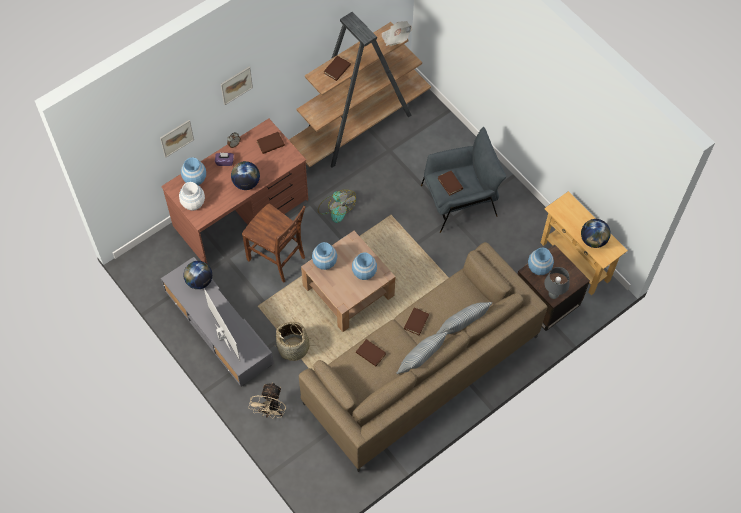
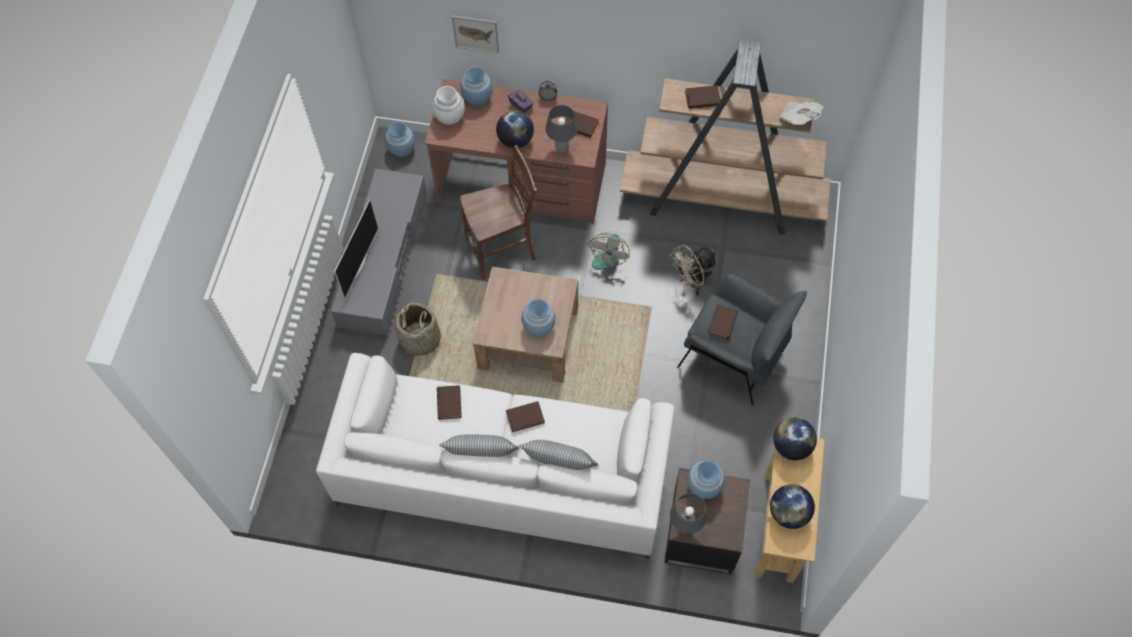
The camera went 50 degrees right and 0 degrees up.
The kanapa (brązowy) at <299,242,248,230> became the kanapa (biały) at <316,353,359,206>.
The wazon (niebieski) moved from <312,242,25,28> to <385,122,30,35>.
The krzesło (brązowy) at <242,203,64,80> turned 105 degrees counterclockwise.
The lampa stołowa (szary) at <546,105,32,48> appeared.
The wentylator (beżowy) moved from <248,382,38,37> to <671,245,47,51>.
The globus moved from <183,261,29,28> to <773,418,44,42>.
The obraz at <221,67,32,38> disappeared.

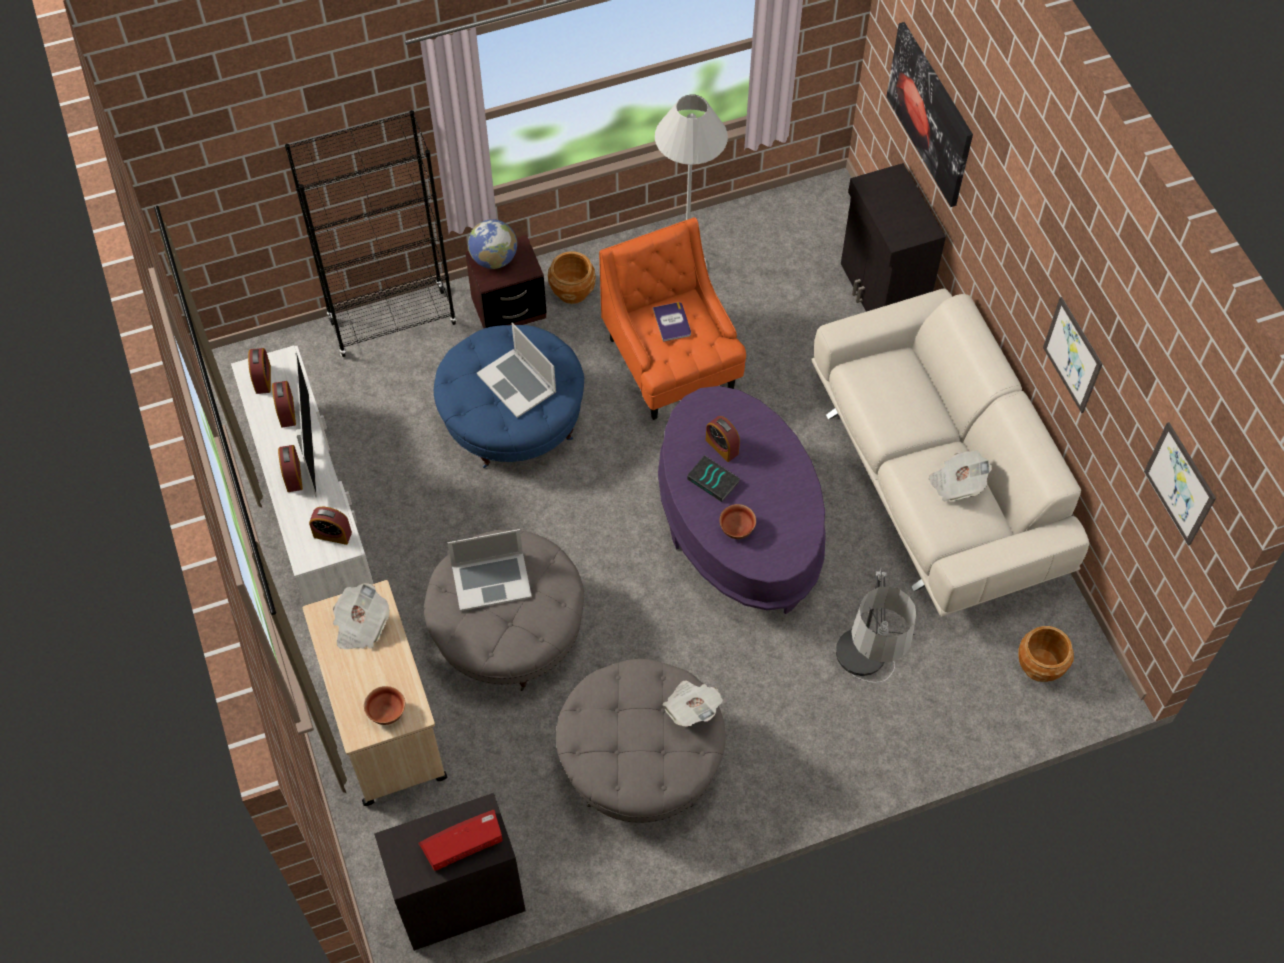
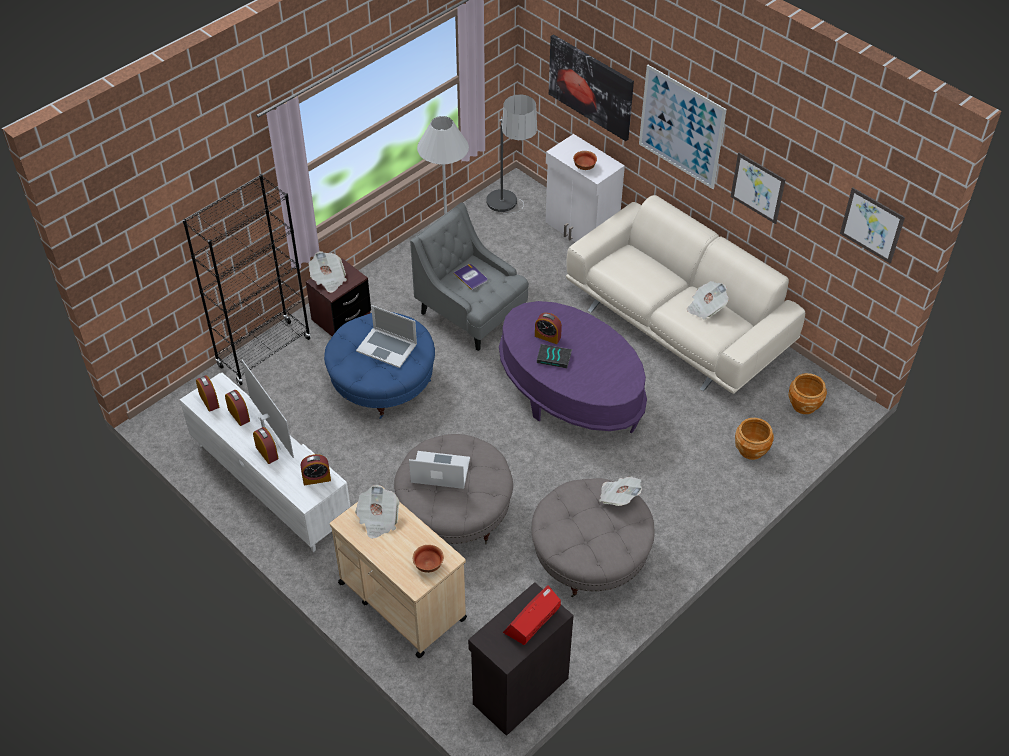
The camera went 25 degrees left and 10 degrees down.
The globus at <468,219,49,50> was replaced by the gazeta at <309,251,38,42>.
The laptop at <447,529,85,82> turned 135 degrees counterclockwise.
The fotel (pomarańczowy) at <599,217,147,203> became the fotel (szary) at <410,202,119,149>.
The lampa stojąca moved from <836,568,80,115> to <487,94,50,120>.
The szafka (czarny) at <841,163,105,149> became the szafka (biały) at <545,134,80,108>.
The miska moved from <720,504,36,35> to <573,151,24,19>.
The obraz at <639,65,88,124> appeared.
The donica (brązowy) moved from <548,251,48,53> to <735,418,39,42>.

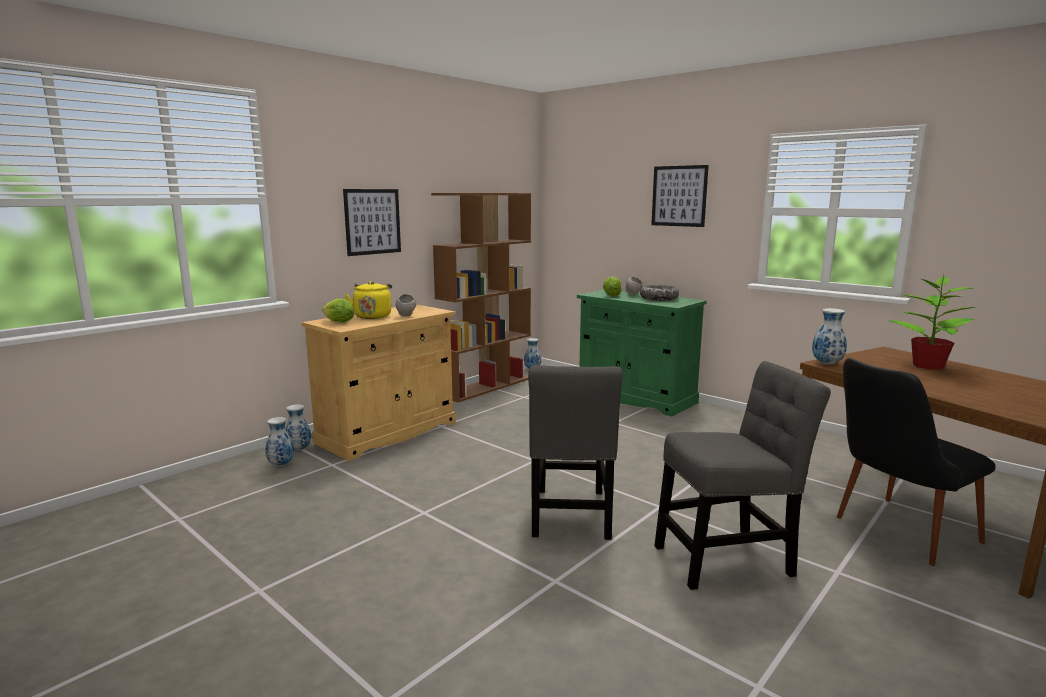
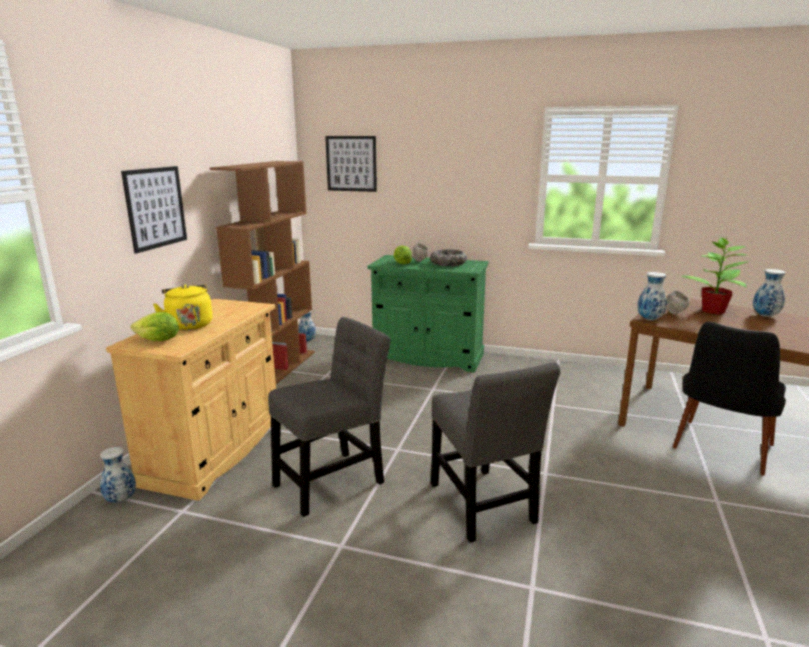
The camera went 25 degrees left and 5 degrees up.
The krzesło (szary) moved from <654,361,177,229> to <268,317,123,200>.
The obraz moved from <651,165,58,62> to <325,136,52,56>.
The miska (szary) moved from <395,294,21,23> to <666,291,24,23>.
The wazon moved from <265,417,29,49> to <753,269,33,48>.

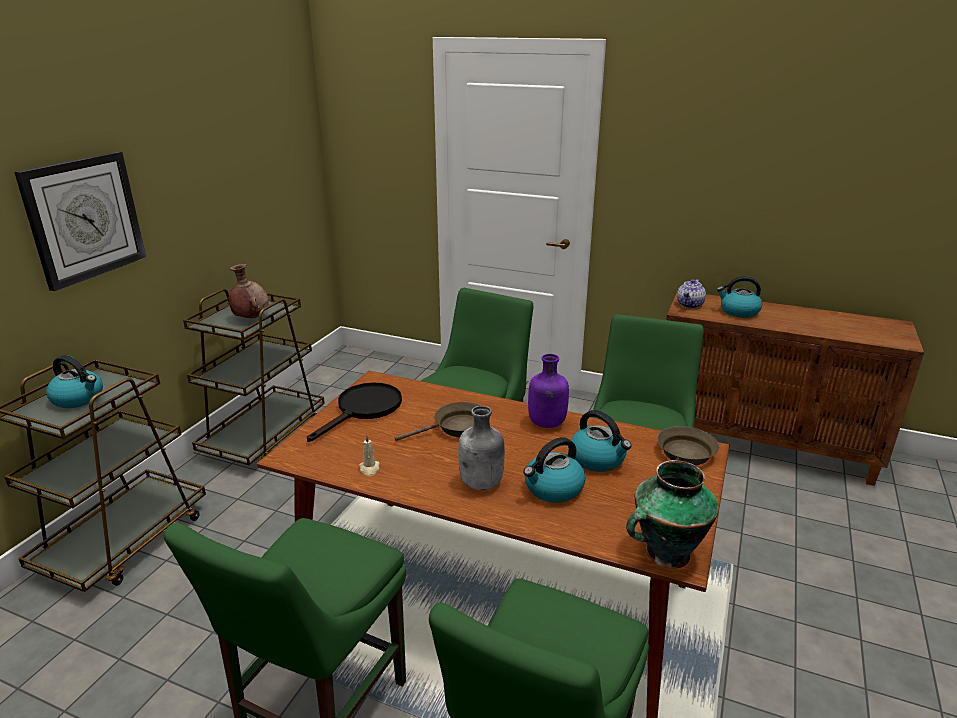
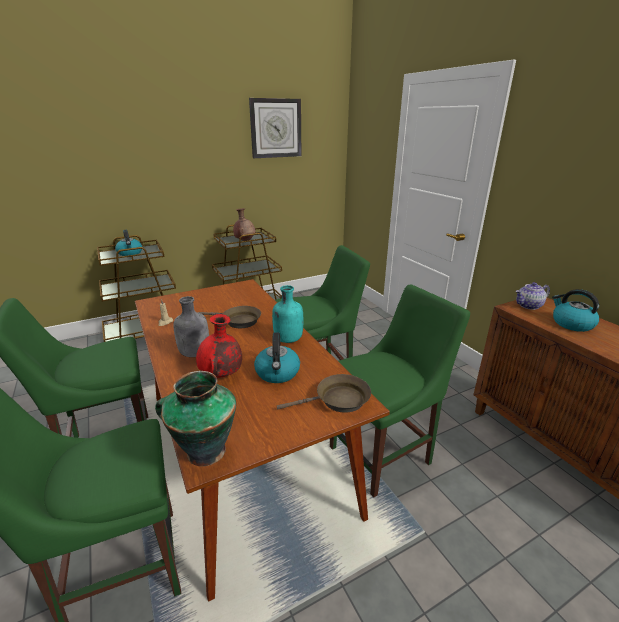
The camera went 40 degrees right and 0 degrees up.
The czajnik at <523,437,62,66> was replaced by the wazon (czerwony) at <196,314,46,64>.
The zegar ścienny moved from <14,151,132,140> to <249,98,52,60>.
The butelka (fioletowy) at <528,354,41,74> became the butelka (turkusowy) at <272,285,31,58>.
The patelnia (czarny) at <307,382,95,60> disappeared.

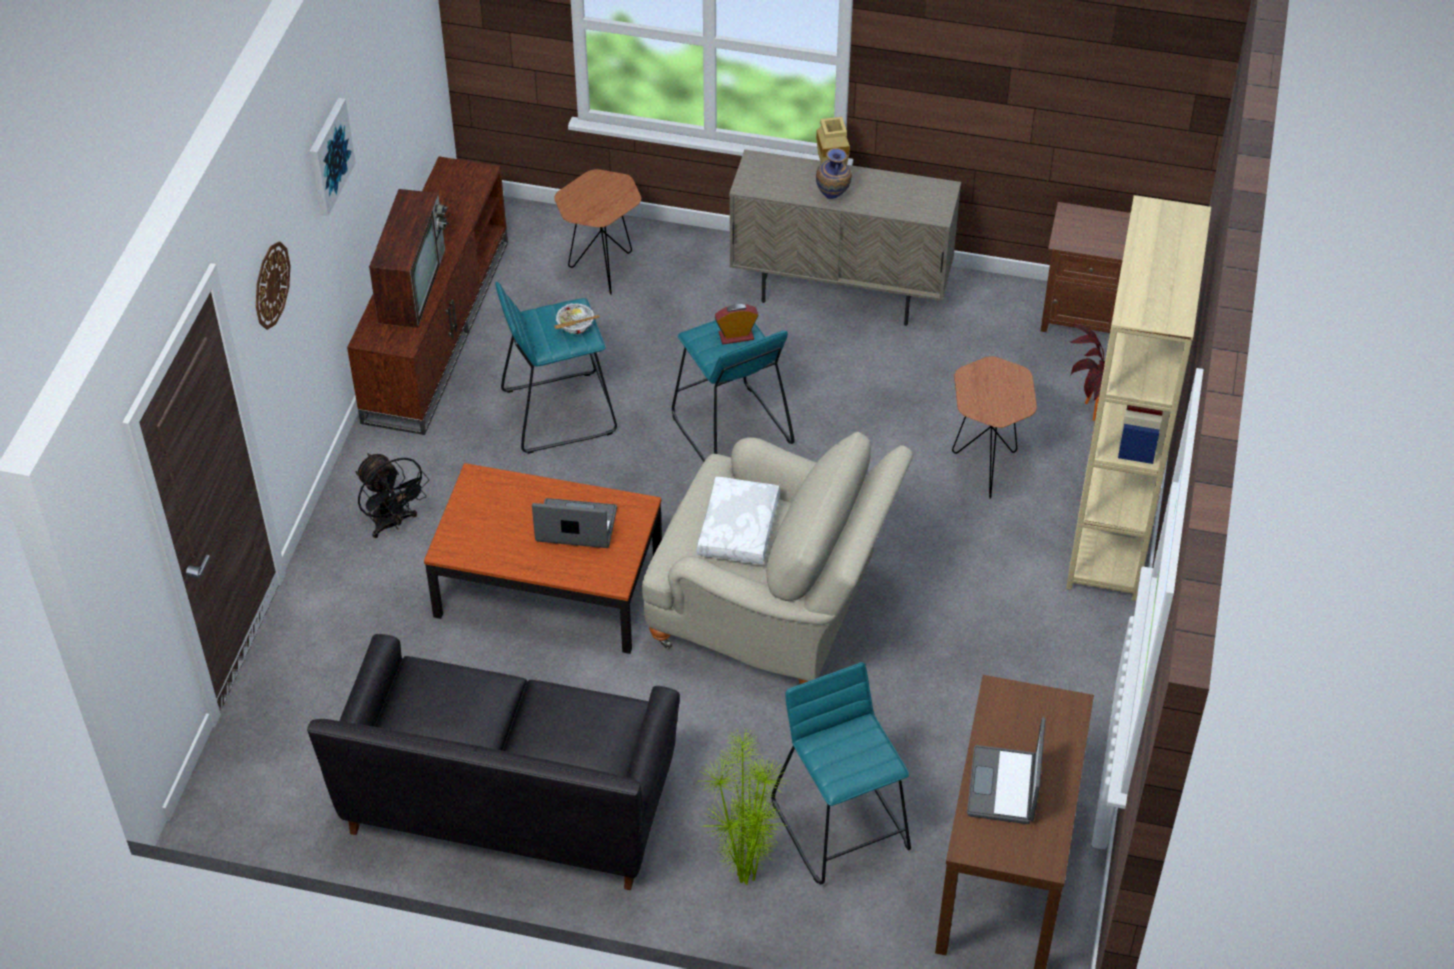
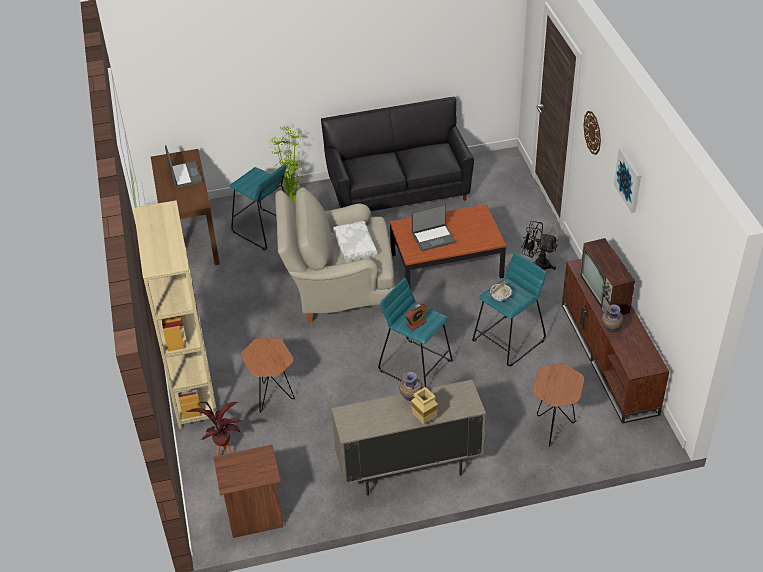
The camera went 155 degrees right and 5 degrees down.
The wazon at <602,305,22,27> appeared.

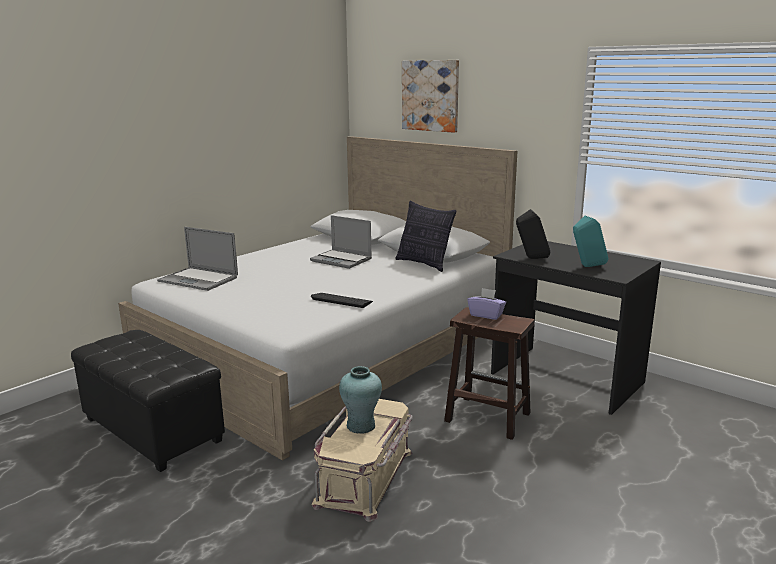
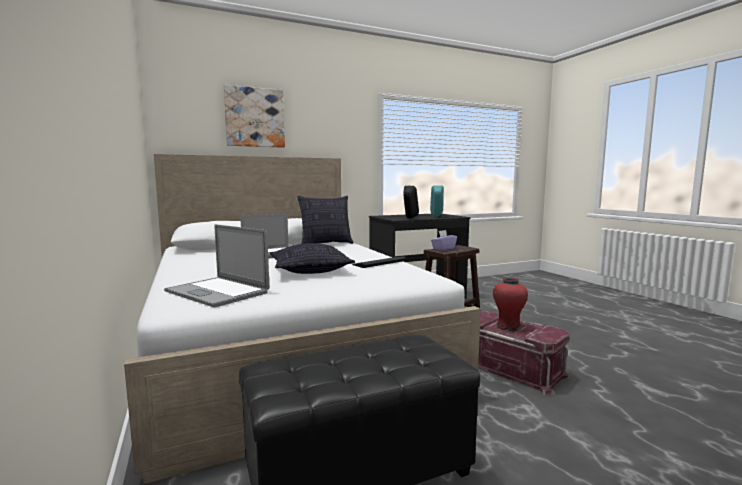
The camera went 65 degrees left and 10 degrees down.
The laptop at <157,227,81,64> turned 75 degrees clockwise.
The poduszka at <270,243,85,31> appeared.
The pojemnik do przechowywania (beżowy) at <312,399,101,123> became the pojemnik do przechowywania (czerwony) at <478,311,92,85>.
The wazon (turkusowy) at <339,366,43,68> became the wazon (czerwony) at <493,277,35,54>.

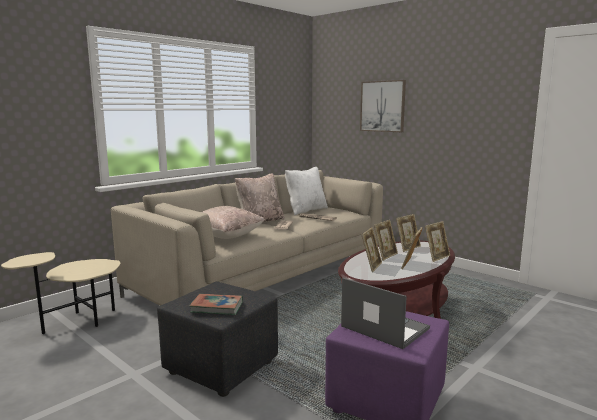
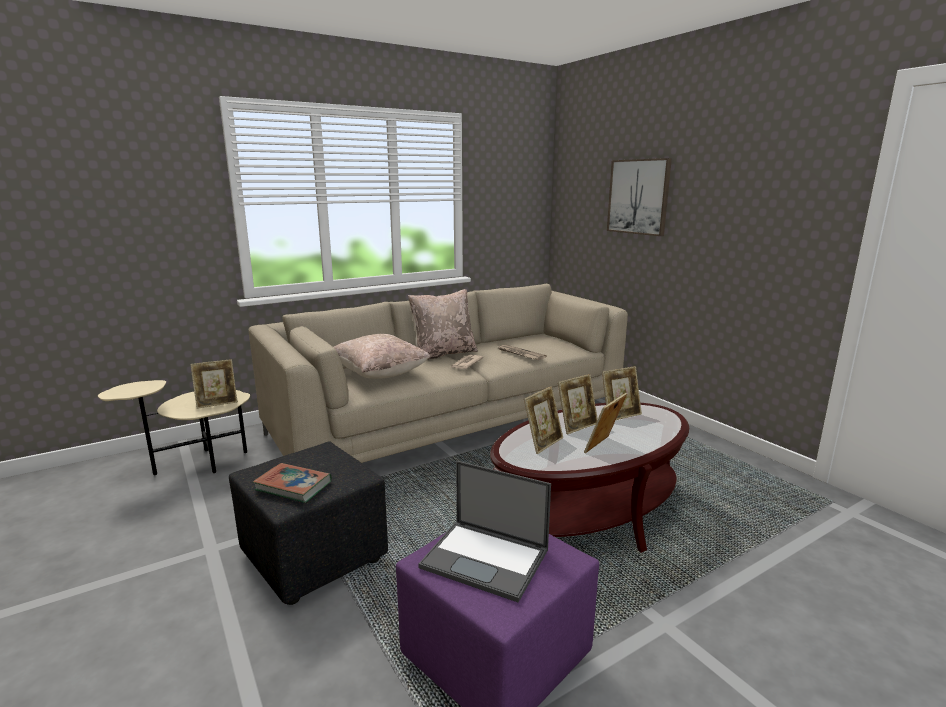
The camera went 15 degrees right and 5 degrees up.
The ramka na zdjęcie moved from <425,221,25,41> to <191,359,47,50>.
The laptop at <341,278,89,71> turned 150 degrees clockwise.
The poduszka (biały) at <285,167,43,48> disappeared.

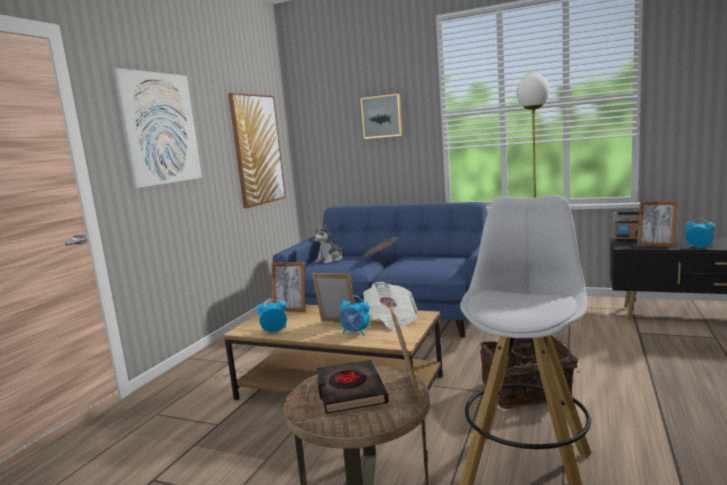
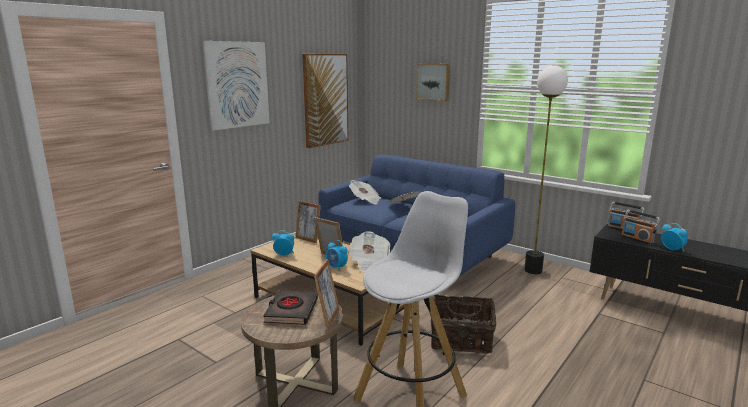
The camera went 15 degrees right and 5 degrees up.
The pluszak at <313,224,29,40> was replaced by the gazeta at <349,180,32,24>.
The ramka na zdjęcie at <637,201,41,46> was replaced by the radio at <621,210,39,35>.

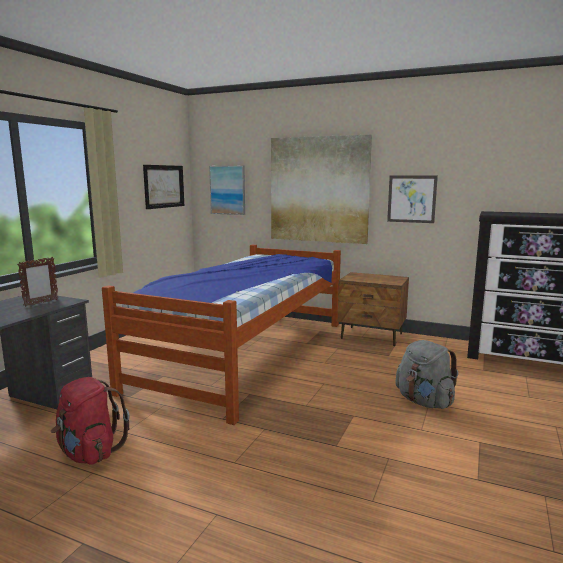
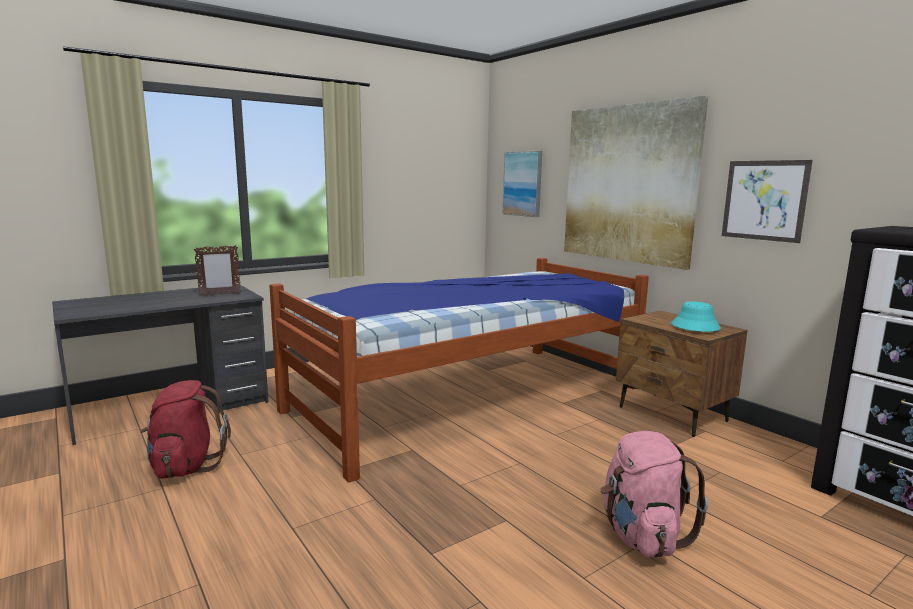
The camera went 30 degrees right and 0 degrees up.
The plecak (szary) at <395,340,63,69> became the plecak (różowy) at <600,431,108,127>.
The kapelusz (turkusowy) at <671,302,50,30> appeared.
The obraz at <143,165,41,44> disappeared.

